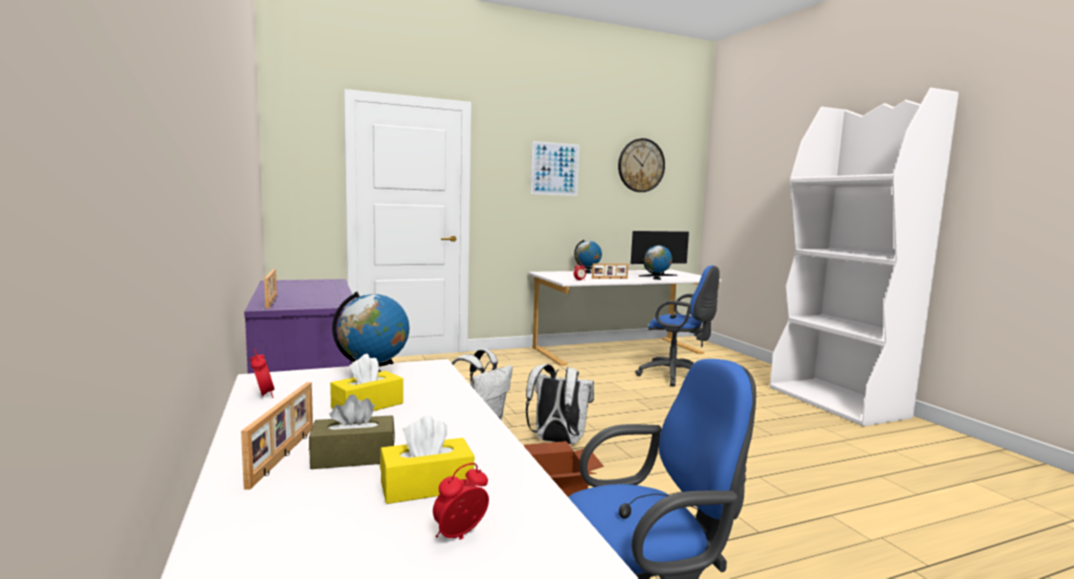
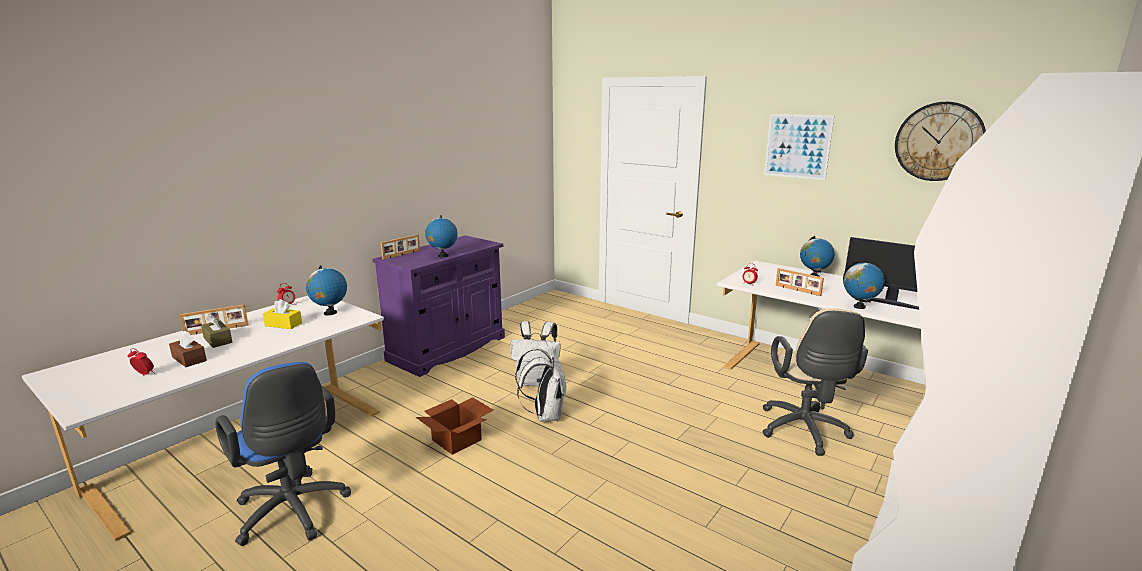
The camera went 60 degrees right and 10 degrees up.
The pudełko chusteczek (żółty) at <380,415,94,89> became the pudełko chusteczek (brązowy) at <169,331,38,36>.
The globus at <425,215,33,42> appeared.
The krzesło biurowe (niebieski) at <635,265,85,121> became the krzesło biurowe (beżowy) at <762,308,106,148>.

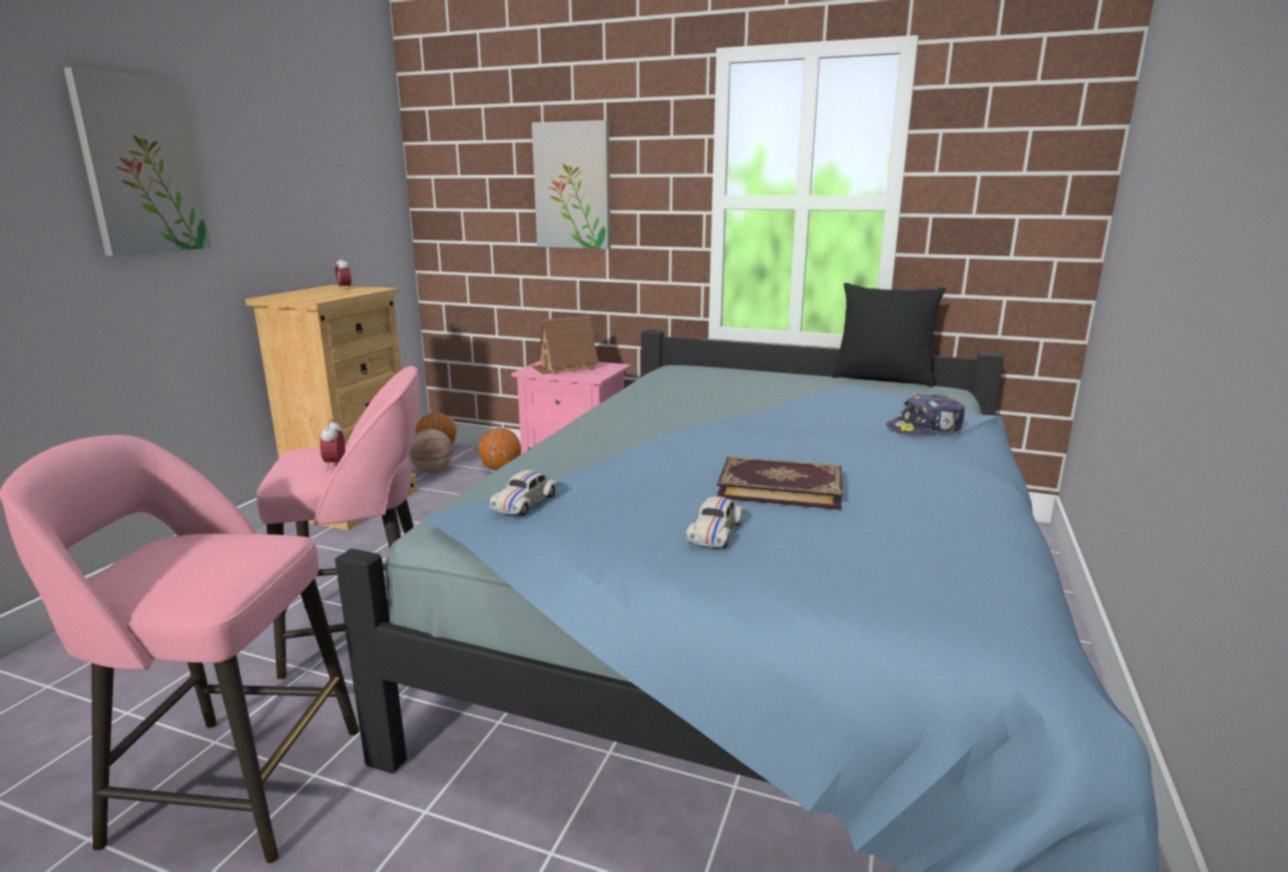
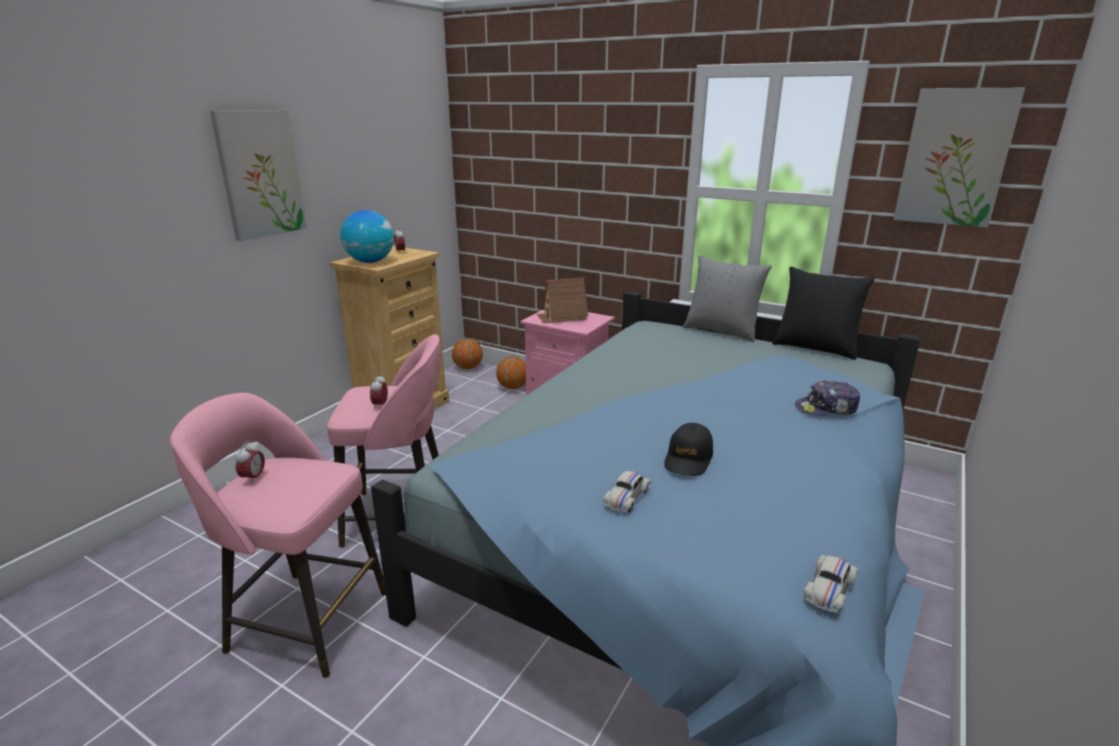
The camera went 10 degrees right and 5 degrees up.
The budzik at <235,440,30,45> appeared.
The globus at <340,210,54,53> appeared.
The książka at <717,456,126,54> was replaced by the czapka z daszkiem (czarny) at <664,423,49,53>.
The poduszka (szary) at <683,255,89,87> appeared.
The samochodzik (biały) moved from <489,470,69,46> to <803,555,56,58>.
The obraz moved from <532,120,79,129> to <893,88,132,140>.
The piłka do koszykówki at <410,429,43,43> disappeared.

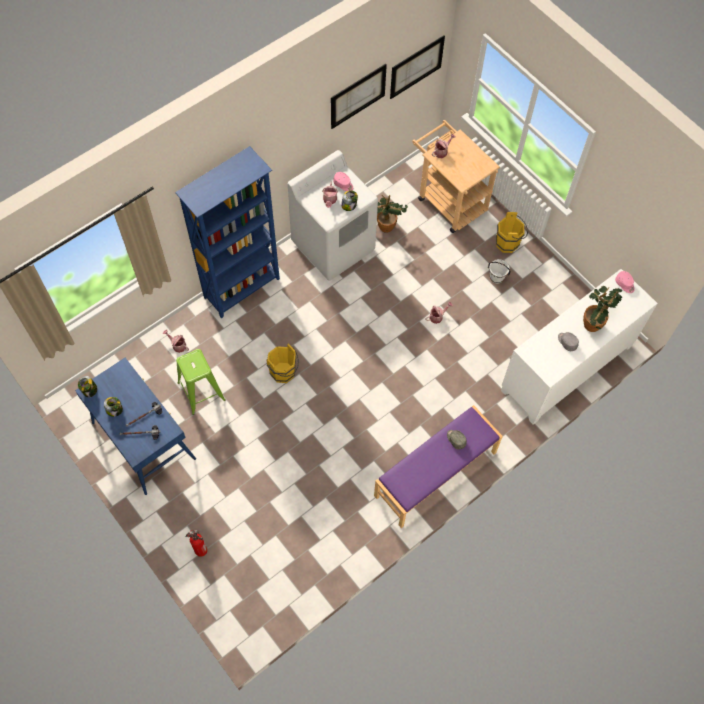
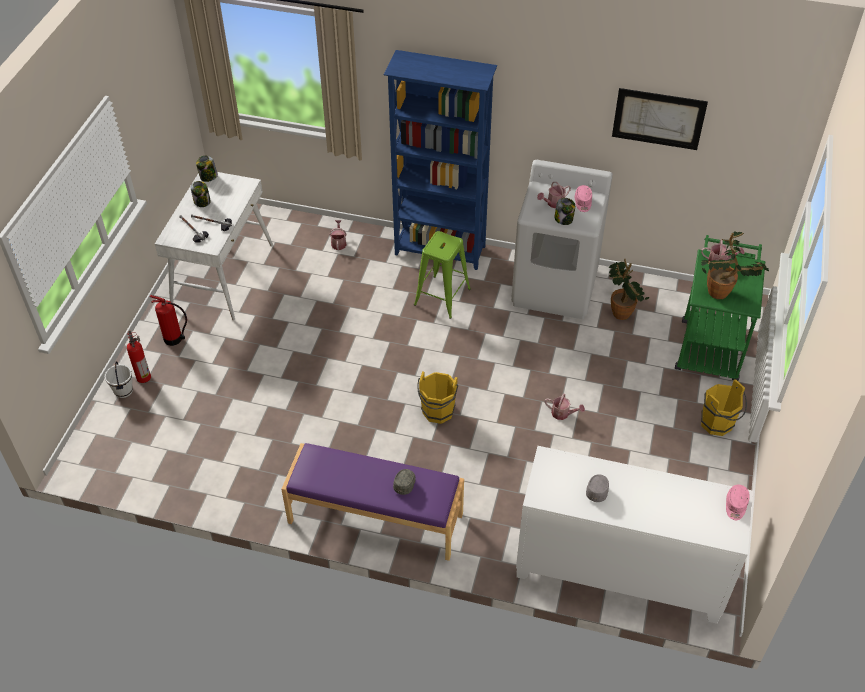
The camera went 55 degrees right and 15 degrees down.
The wiadro (biały) moved from <488,259,23,25> to <105,361,28,37>.
The gaśnica at <150,295,37,51> appeared.
The biurko (niebieski) at <75,358,121,137> became the biurko (biały) at <155,172,118,149>.
The stołek (zielony) moved from <176,349,50,66> to <414,231,57,88>.
The wiadro (żółty) moved from <267,344,32,39> to <417,371,41,53>.
The wózek (beżowy) at <412,120,88,113> became the wózek (zielony) at <675,235,91,146>.
The roślina doniczkowa moved from <583,286,39,46> to <701,231,68,68>.
The obraz at <390,35,55,64> disappeared.

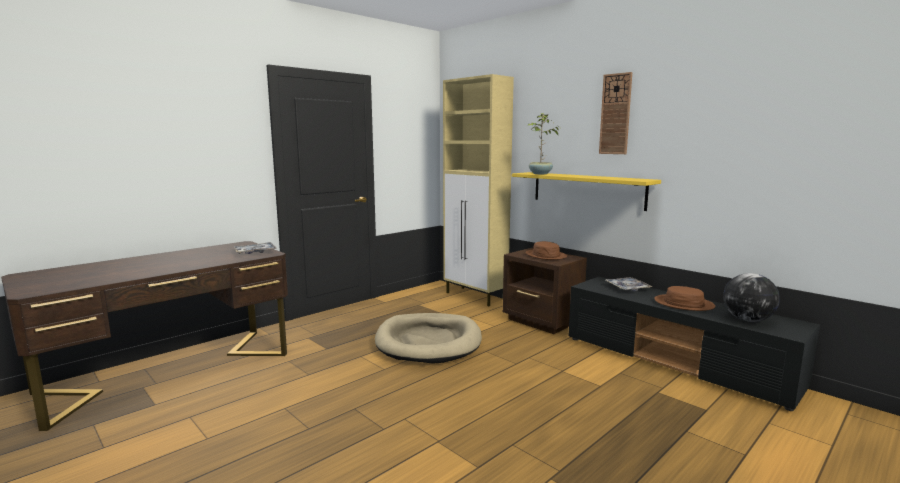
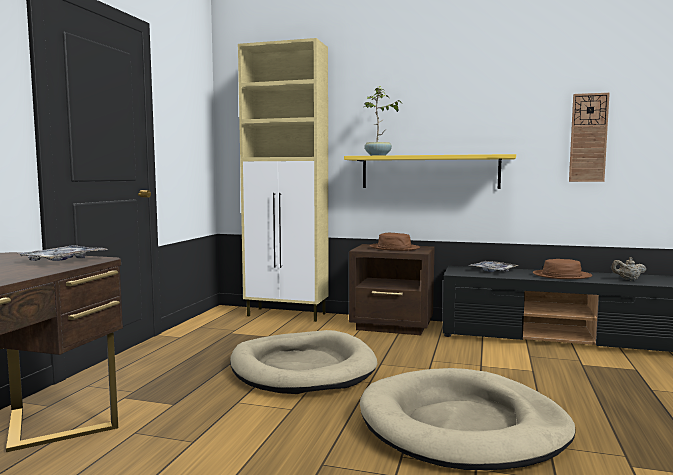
The camera went 30 degrees left and 5 degrees down.
The legowisko (beżowy) at <360,368,216,102> appeared.
The zegar ścienny moved from <599,72,33,82> to <569,93,41,89>.
The globus at <723,273,57,49> was replaced by the imbryk (beżowy) at <611,257,35,24>.

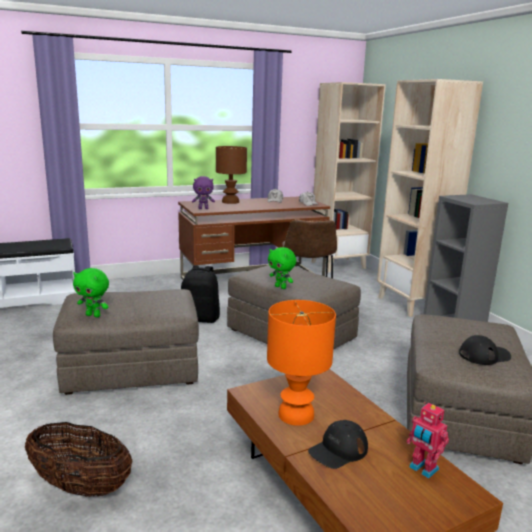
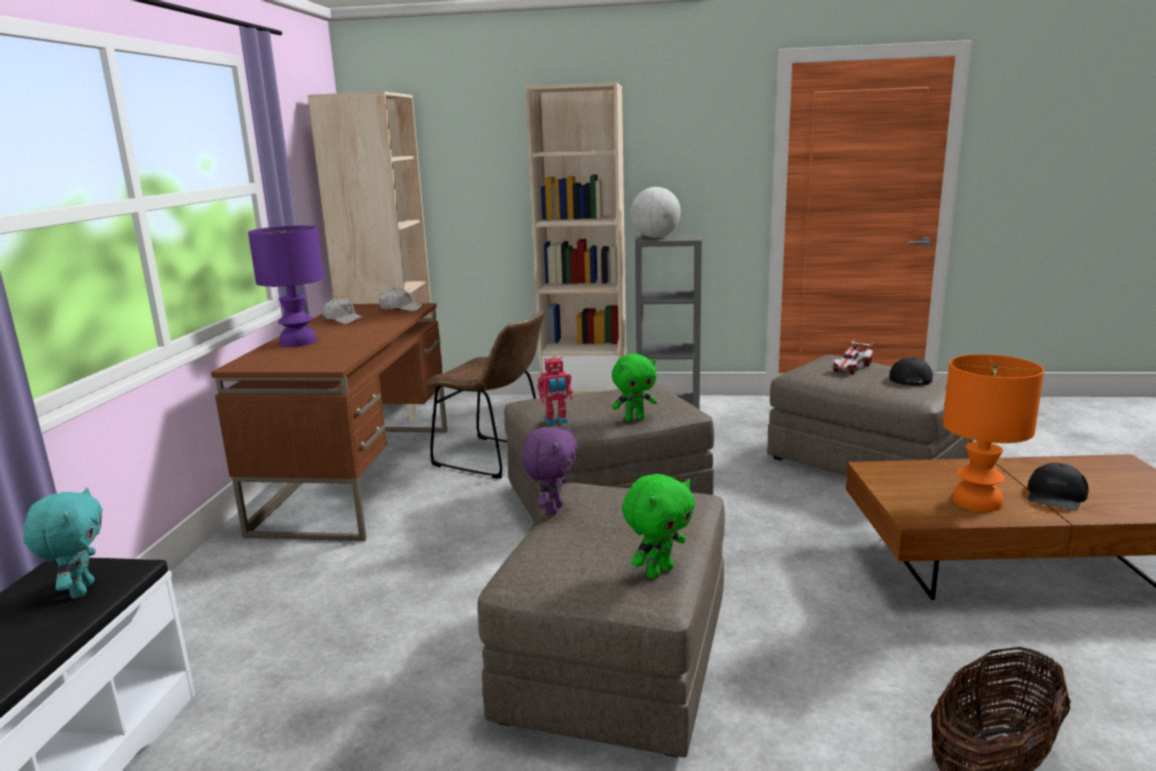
The camera went 60 degrees left and 0 degrees up.
The pluszak (turkusowy) at <23,487,80,111> appeared.
The lampa stołowa (brązowy) at <216,146,31,58> became the lampa stołowa (fioletowy) at <248,225,76,122>.
The pluszak (fioletowy) moved from <192,176,23,33> to <522,426,56,90>.
The robot zabawkowy moved from <407,402,42,76> to <537,356,36,69>.
The globus at <630,187,51,51> appeared.
The samochodzik at <832,339,42,35> appeared.
The czapka z daszkiem (czarny) at <308,420,60,49> turned 45 degrees clockwise.
The plecak (czarny) at <181,265,39,58> disappeared.

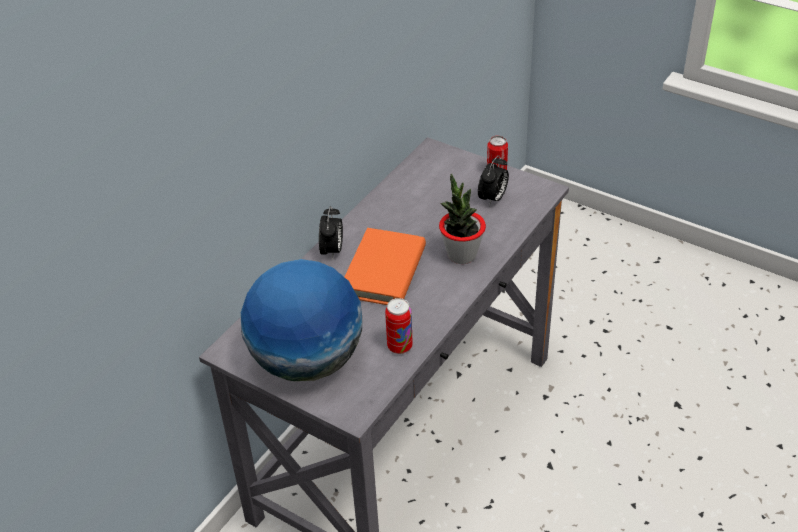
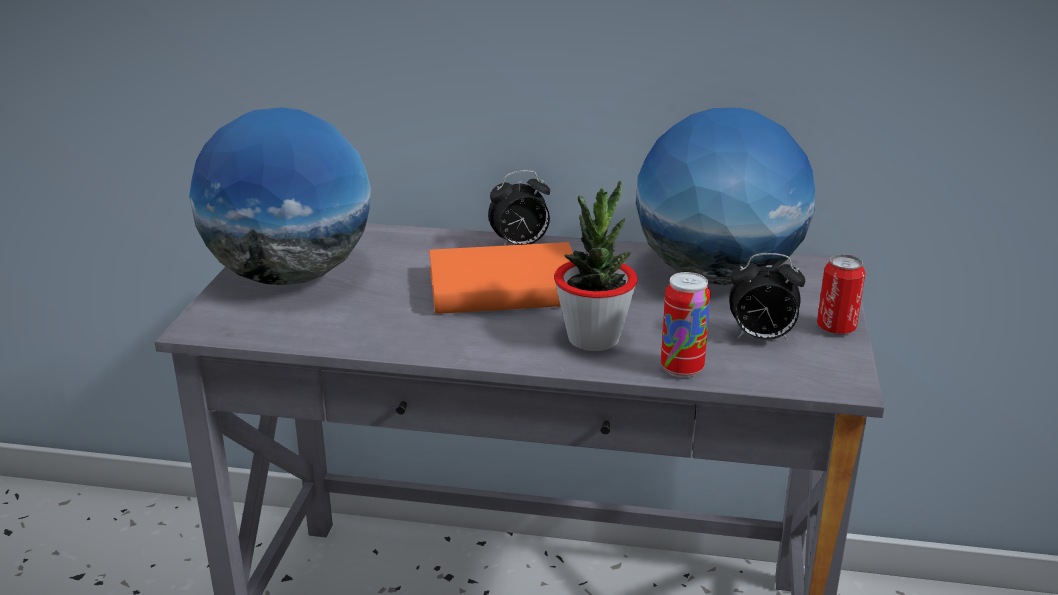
The camera went 65 degrees right and 15 degrees down.
The globus at <636,108,179,177> appeared.
The puszka moved from <385,298,28,56> to <661,272,50,106>.

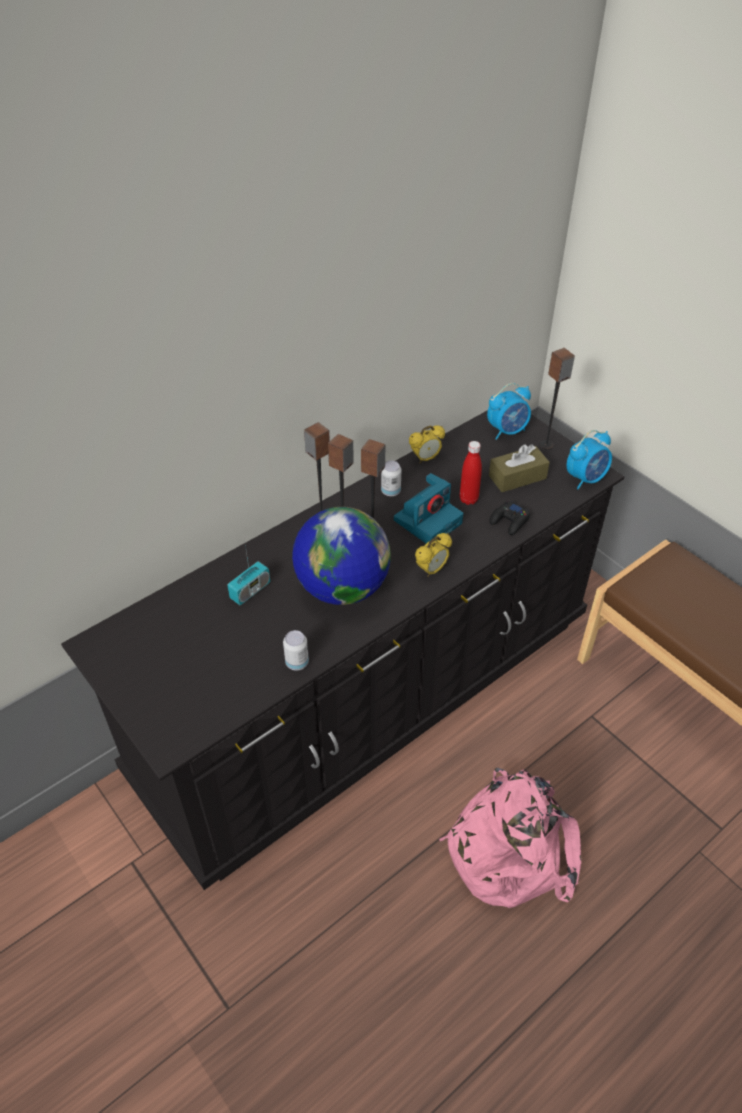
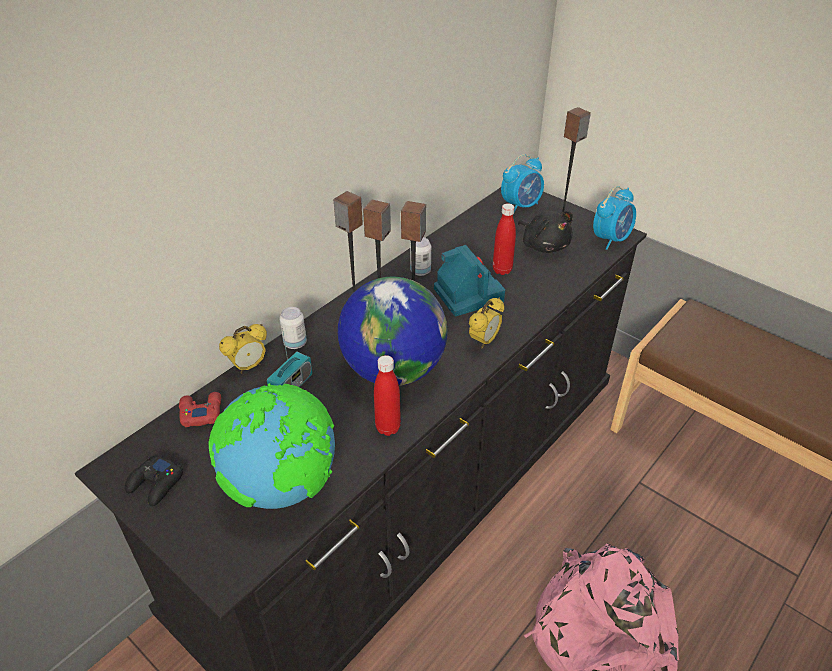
The camera went 10 degrees left and 5 degrees down.
The pad do gier (czarny) moved from <489,501,41,34> to <125,454,58,53>.
The pad do gier (czerwony) at <179,392,42,35> appeared.
The globus at <209,384,126,125> appeared.
The budzik moved from <409,425,36,38> to <219,324,48,50>.
The puszka moved from <283,630,26,40> to <280,307,27,42>.
The butelka (czerwony) at <374,355,27,81> appeared.
The aparat fotograficzny at <394,473,69,70> turned 60 degrees counterclockwise.
The pudełko chusteczek (brązowy) at <489,444,61,48> was replaced by the pluszak (czarny) at <518,211,55,42>.

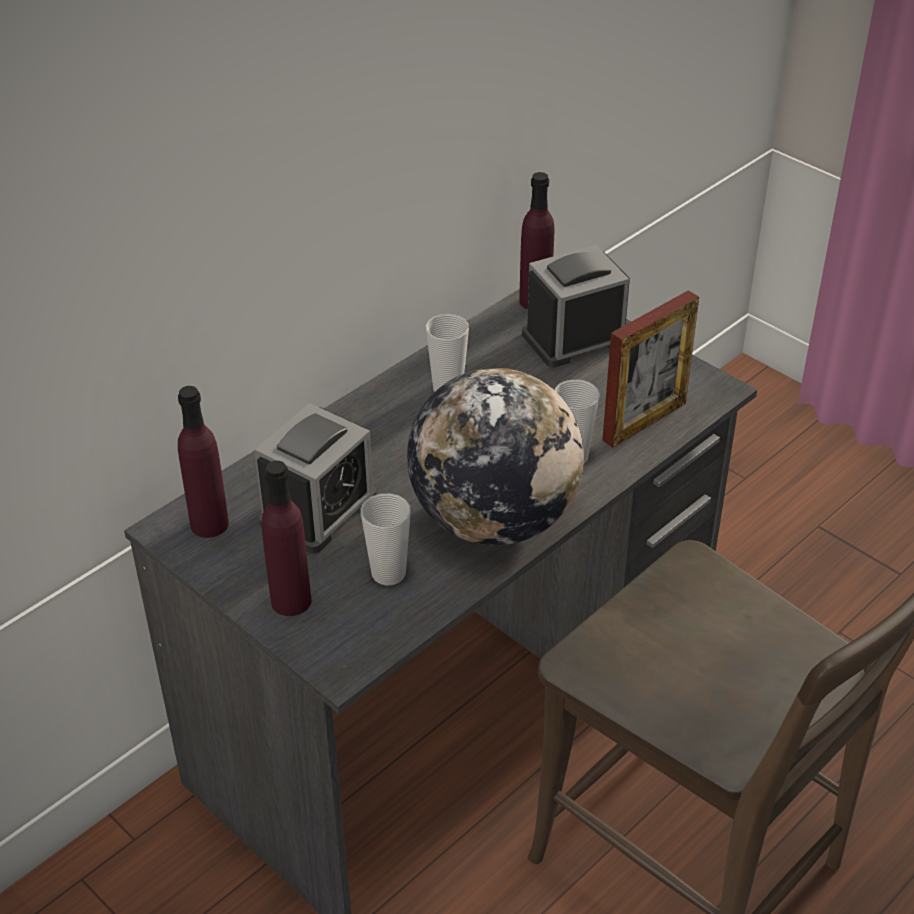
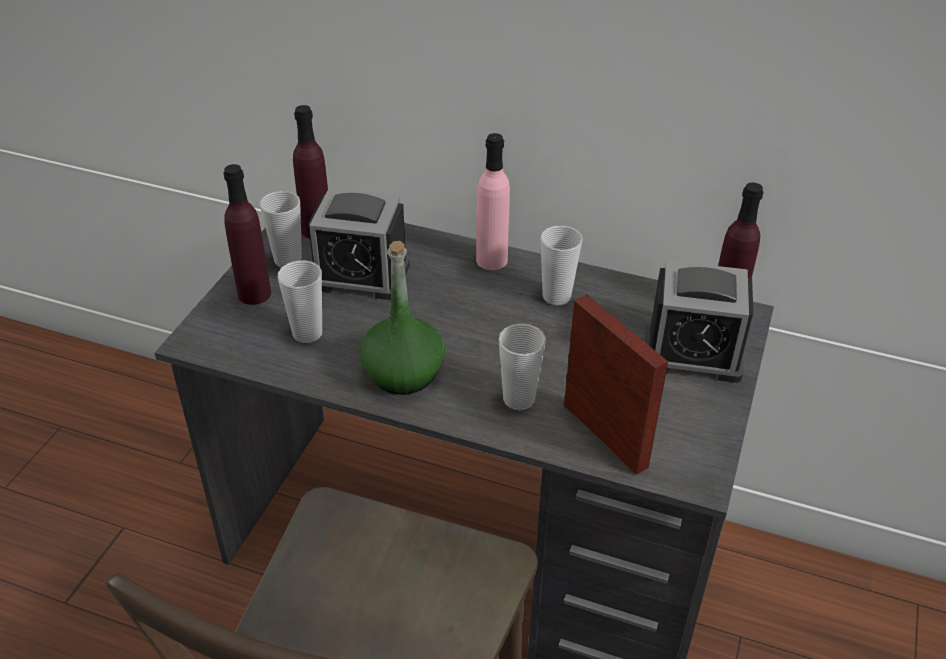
The camera went 65 degrees right and 0 degrees up.
The filiżanka at <259,191,43,76> appeared.
The globus at <407,368,177,177> was replaced by the butelka (zielony) at <359,241,86,154>.
The butelka (różowy) at <476,133,34,137> appeared.
The ramka na zdjęcie at <602,290,97,158> turned 150 degrees counterclockwise.
The budzik at <522,245,108,123> turned 150 degrees clockwise.

